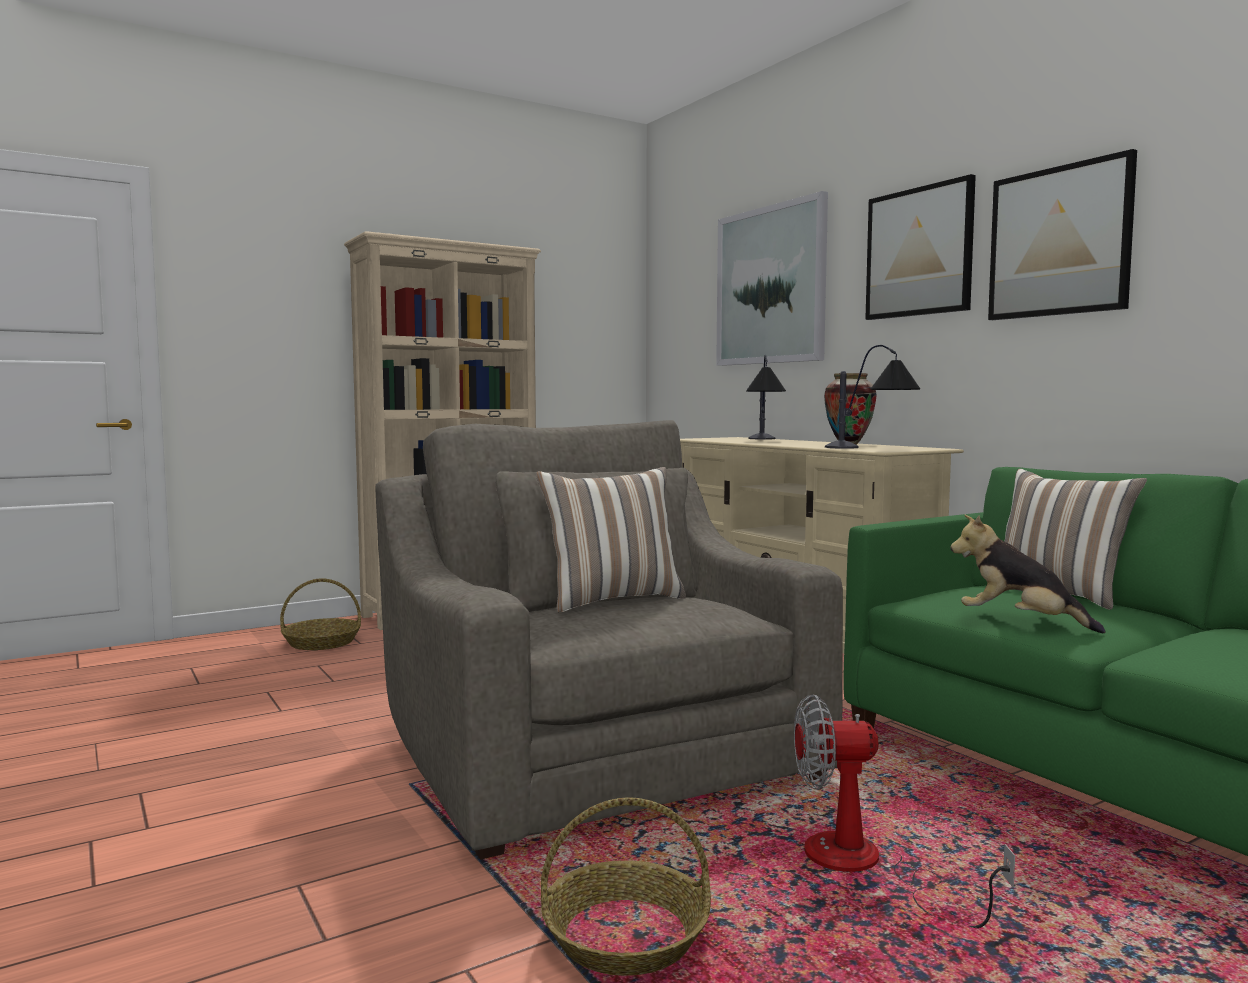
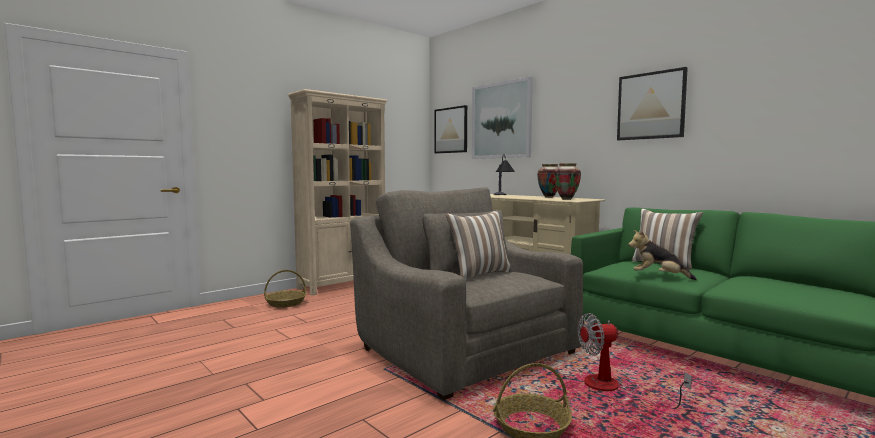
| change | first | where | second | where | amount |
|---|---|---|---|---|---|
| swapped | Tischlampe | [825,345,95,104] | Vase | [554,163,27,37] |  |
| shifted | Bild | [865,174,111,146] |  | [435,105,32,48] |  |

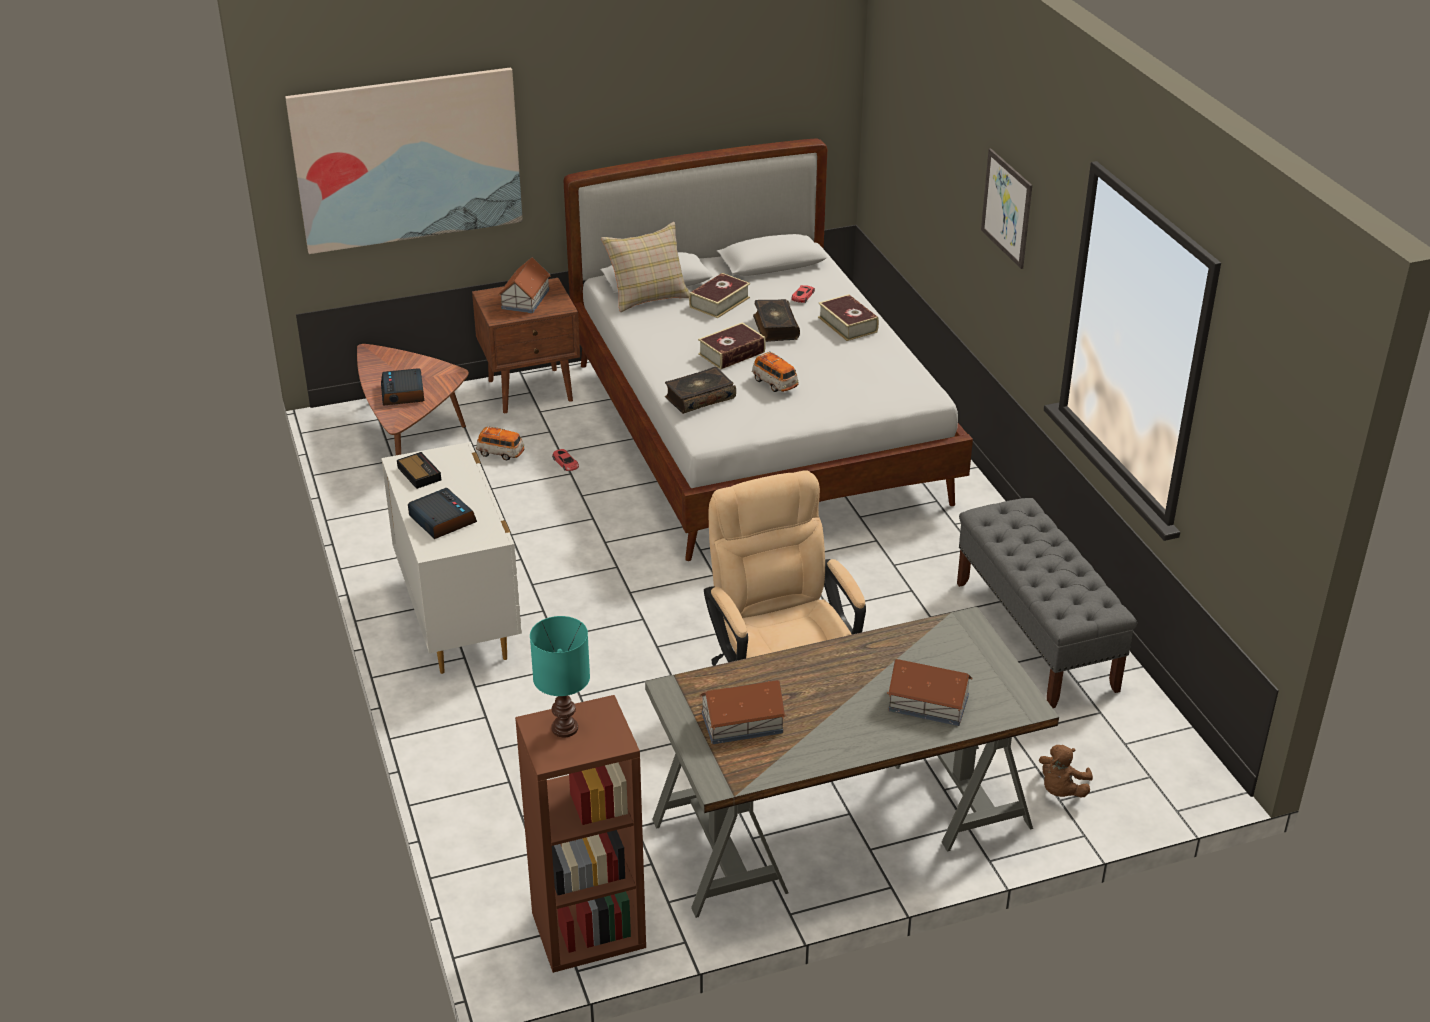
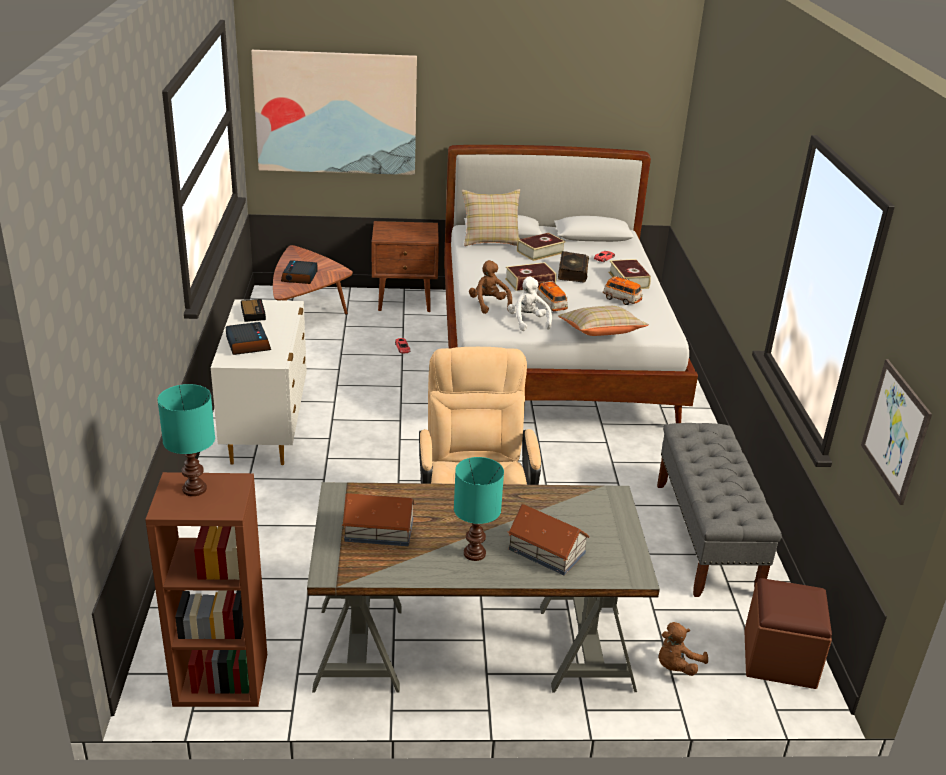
| change | first | where | second | where | amount |
|---|---|---|---|---|---|
| shifted | Spielzeugauto | [476,426,48,34] |  | [603,275,40,30] |  |
| gone | Spielzeughaus | [498,257,52,56] |  |  |  |
| swapped | Buch | [665,367,71,47] | Plüschtier [braun] | [469,260,43,54] |  |
| shifted | Bild | [981,149,51,120] |  | [861,359,71,146] |  |
| new |  |  | Tischlampe [türkis] | [454,457,50,104] |  |
| new |  |  | Plüschtier [weiß] | [508,277,44,54] |  |
| new |  |  | Kissen [beige] | [558,306,91,30] |  |
| new |  |  | Polsterhocker [braun] | [744,578,88,111] |  |

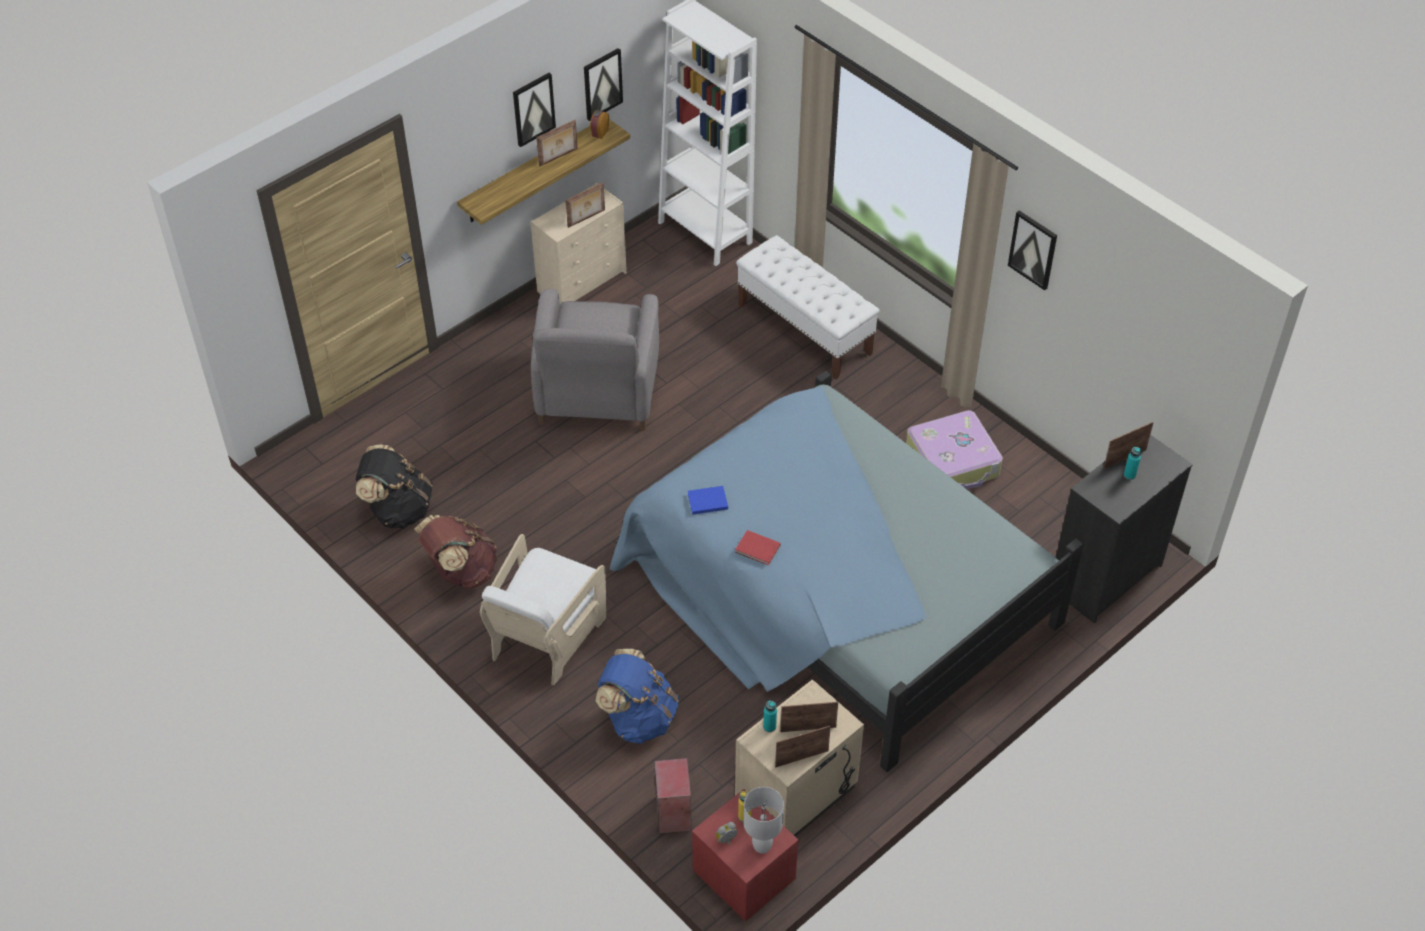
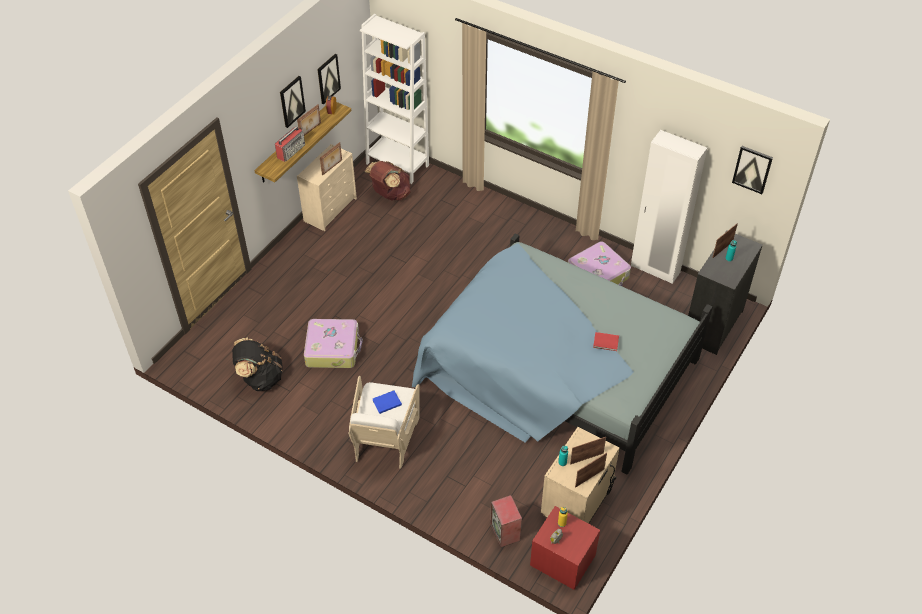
| change | first | where | second | where | amount |
|---|---|---|---|---|---|
| shifted | Rucksack [braun] | [414,515,83,74] |  | [364,161,46,40] |  |
| gone | Sessel [grau] | [531,289,128,142] |  |  |  |
| gone | Rucksack [blau] | [596,649,83,95] |  |  |  |
| shifted | Buch [blau] | [688,486,40,29] |  | [372,391,30,23] |  |
| shifted | Buch [rot] | [735,530,46,36] |  | [593,332,26,19] |  |
| gone | Bank [weiß] | [736,236,144,144] |  |  |  |
| gone | Tischlampe [weiß] | [744,787,40,67] |  |  |  |
| shifted | Bild | [1008,210,49,81] |  | [732,146,41,48] |  |
| new |  |  | Radio | [275,126,30,36] |  |
| new |  |  | Koffer | [304,319,59,49] |  |
| new |  |  | Kleiderschrank [weiß] | [631,130,76,154] |  |

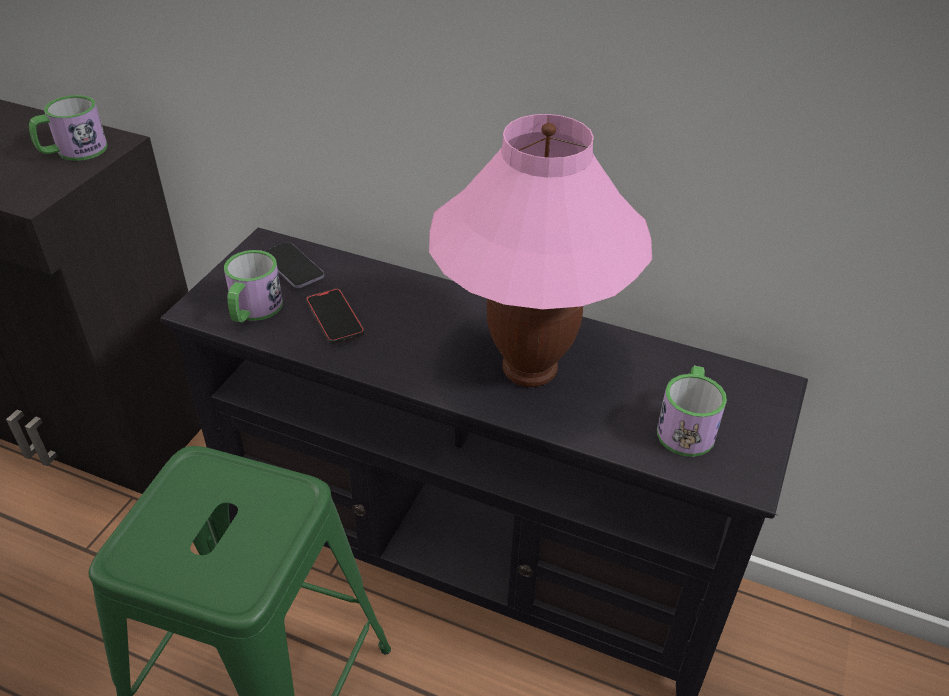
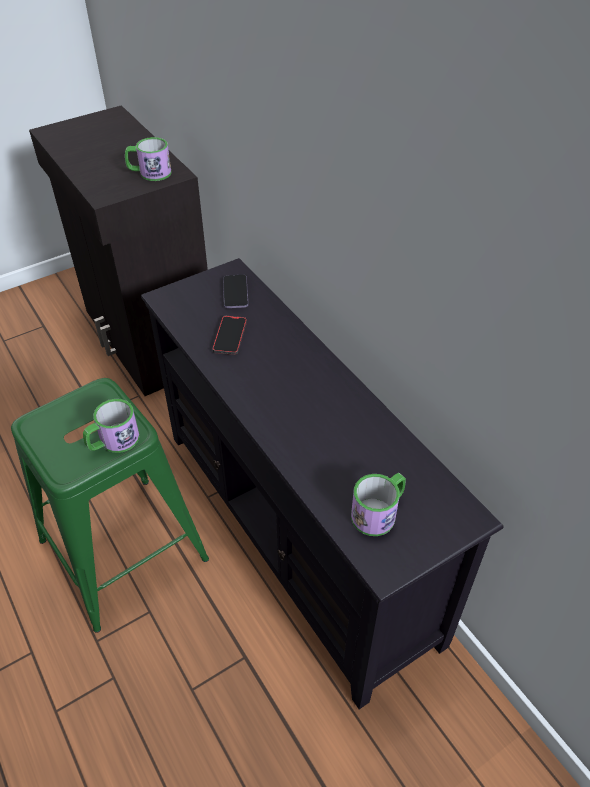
| change | first | where | second | where | amount |
|---|---|---|---|---|---|
| shifted | Henkelbecher | [224,250,59,73] |  | [83,399,56,54] |  |
| gone | Tischlampe [rosa] | [429,114,223,273] |  |  |  |

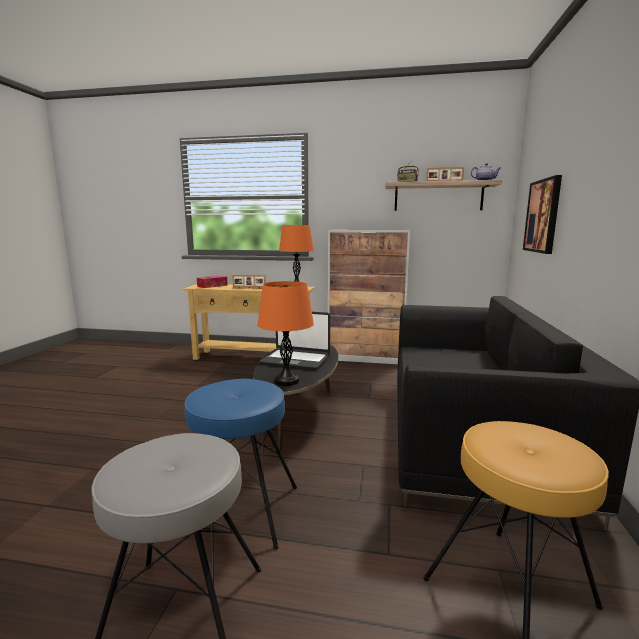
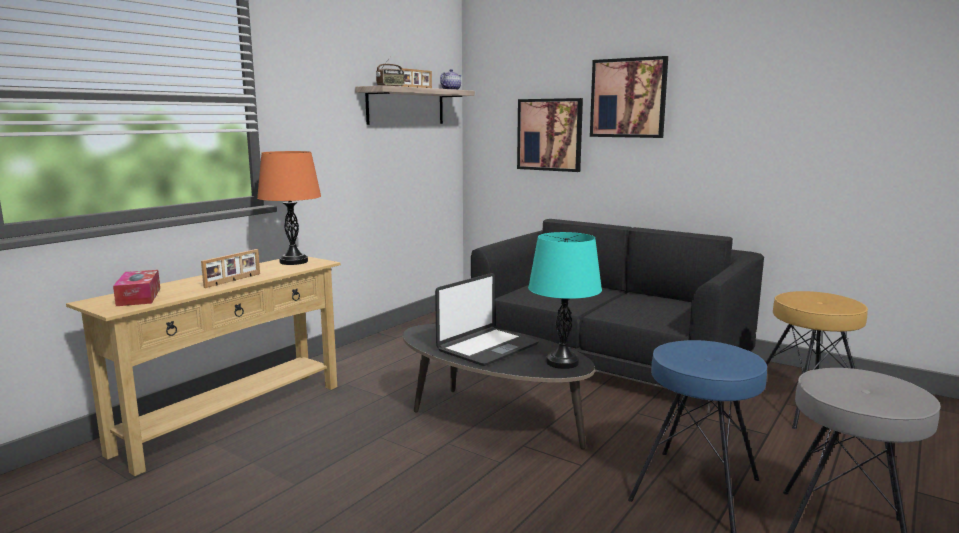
| change | first | where | second | where | amount |
|---|---|---|---|---|---|
| repainted | Tischlampe [orange] | [257,281,57,105] | Tischlampe [türkis] | [528,232,74,137] |  |
| gone | Schrank | [328,230,82,134] |  |  |  |
| new |  |  | Bild | [590,56,78,82] |  |

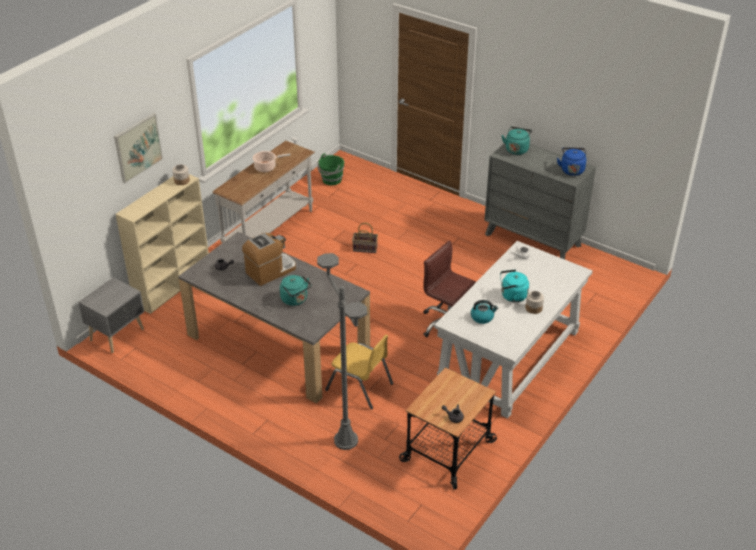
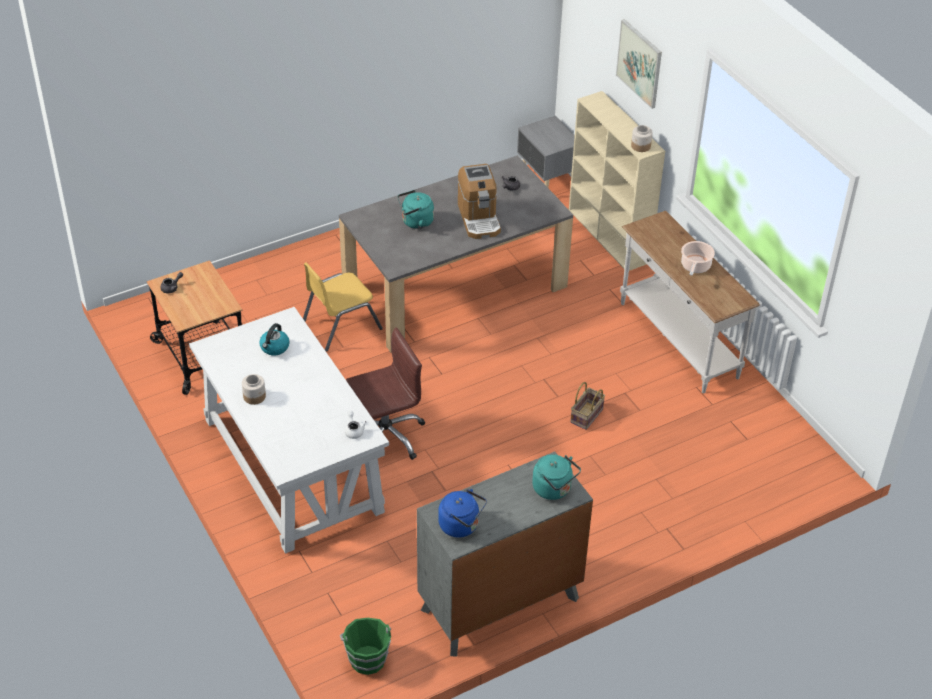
| change | first | where | second | where | amount |
|---|---|---|---|---|---|
| gone | Stehlampe [grau] | [317,253,50,197] |  |  |  |
| shifted | Eimer [grün] | [318,153,26,32] |  | [340,618,51,57] |  |
| gone | Wasserkessel [türkis] | [500,269,29,33] |  |  |  |

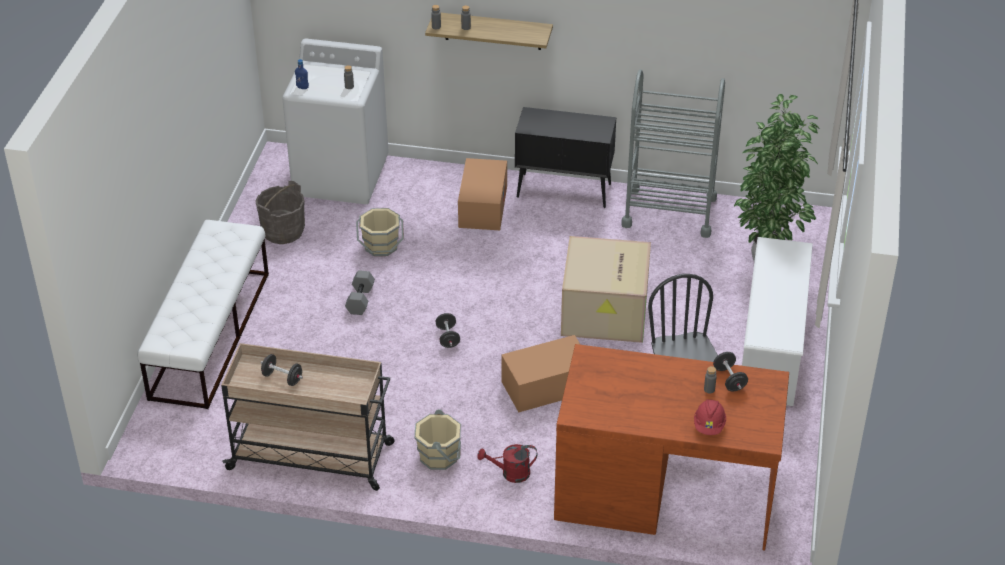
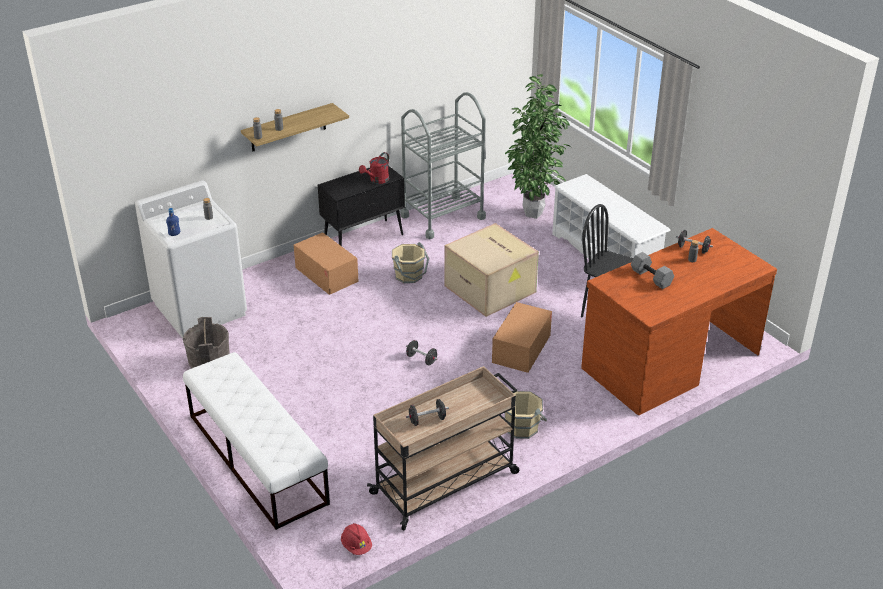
| change | first | where | second | where | amount |
|---|---|---|---|---|---|
| shifted | Hantel [grau] | [345,270,30,45] |  | [631,252,43,37] |  |
| shifted | Eimer [beige] | [356,208,48,48] |  | [392,242,37,41] |  |
| shifted | Gießkanne [rot] | [477,444,61,39] |  | [359,152,30,32] |  |
| shifted | Schutzhelm [rot] | [694,399,32,36] |  | [341,523,31,32] |  |

